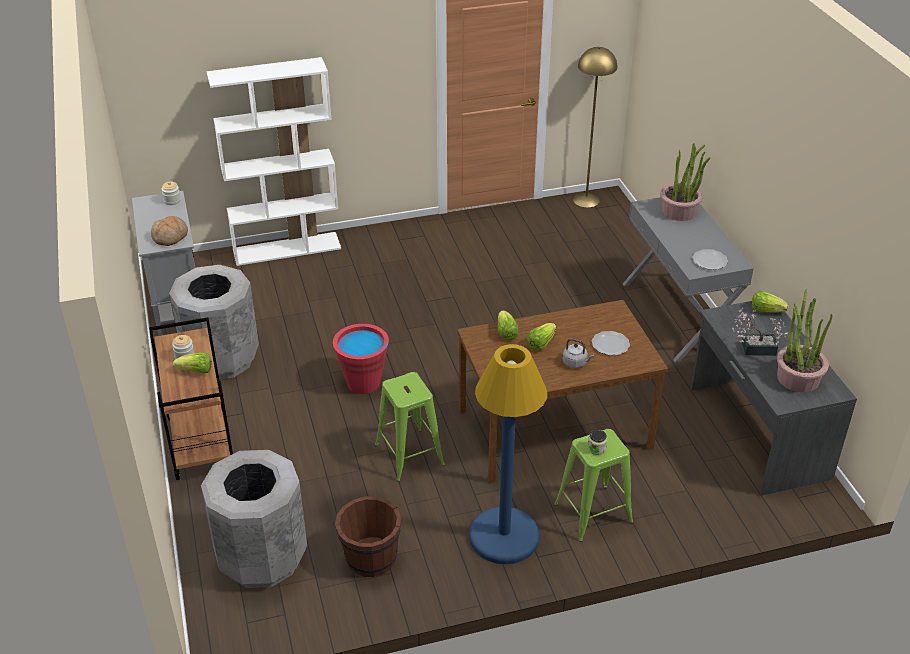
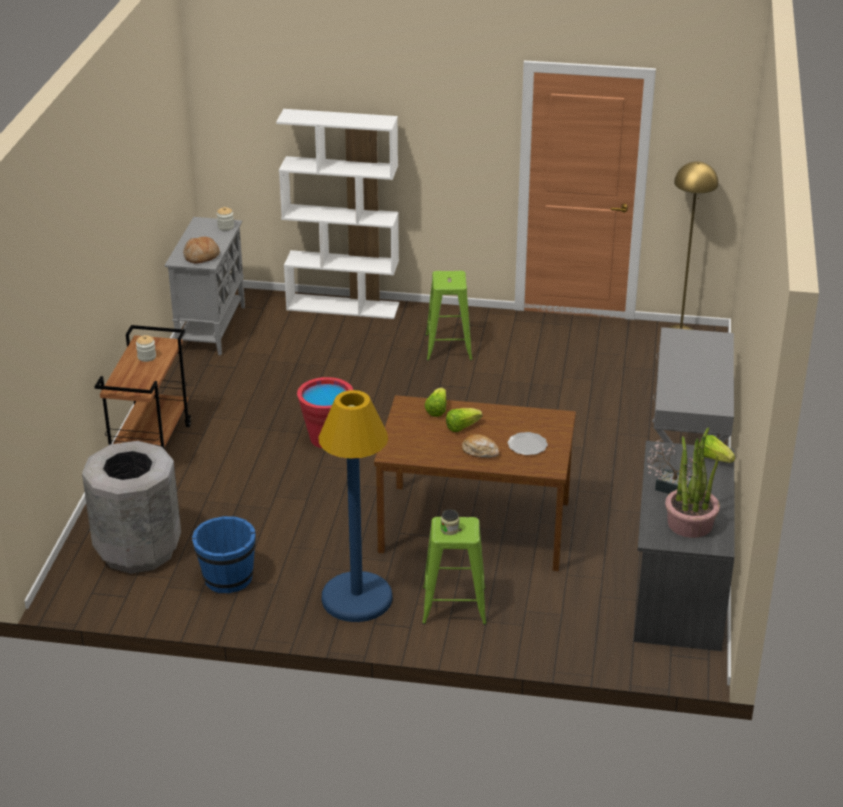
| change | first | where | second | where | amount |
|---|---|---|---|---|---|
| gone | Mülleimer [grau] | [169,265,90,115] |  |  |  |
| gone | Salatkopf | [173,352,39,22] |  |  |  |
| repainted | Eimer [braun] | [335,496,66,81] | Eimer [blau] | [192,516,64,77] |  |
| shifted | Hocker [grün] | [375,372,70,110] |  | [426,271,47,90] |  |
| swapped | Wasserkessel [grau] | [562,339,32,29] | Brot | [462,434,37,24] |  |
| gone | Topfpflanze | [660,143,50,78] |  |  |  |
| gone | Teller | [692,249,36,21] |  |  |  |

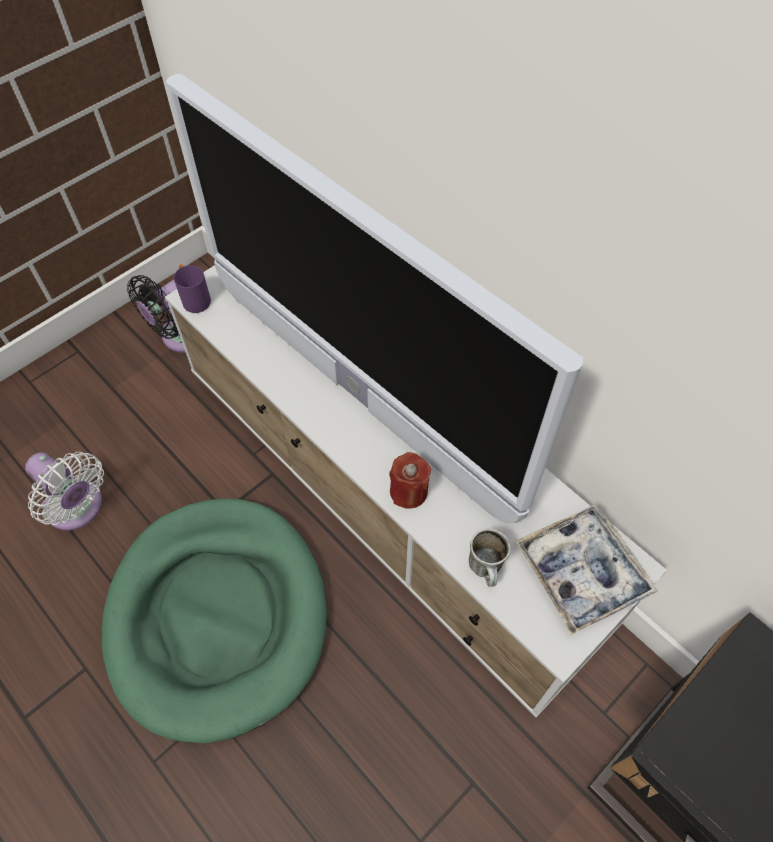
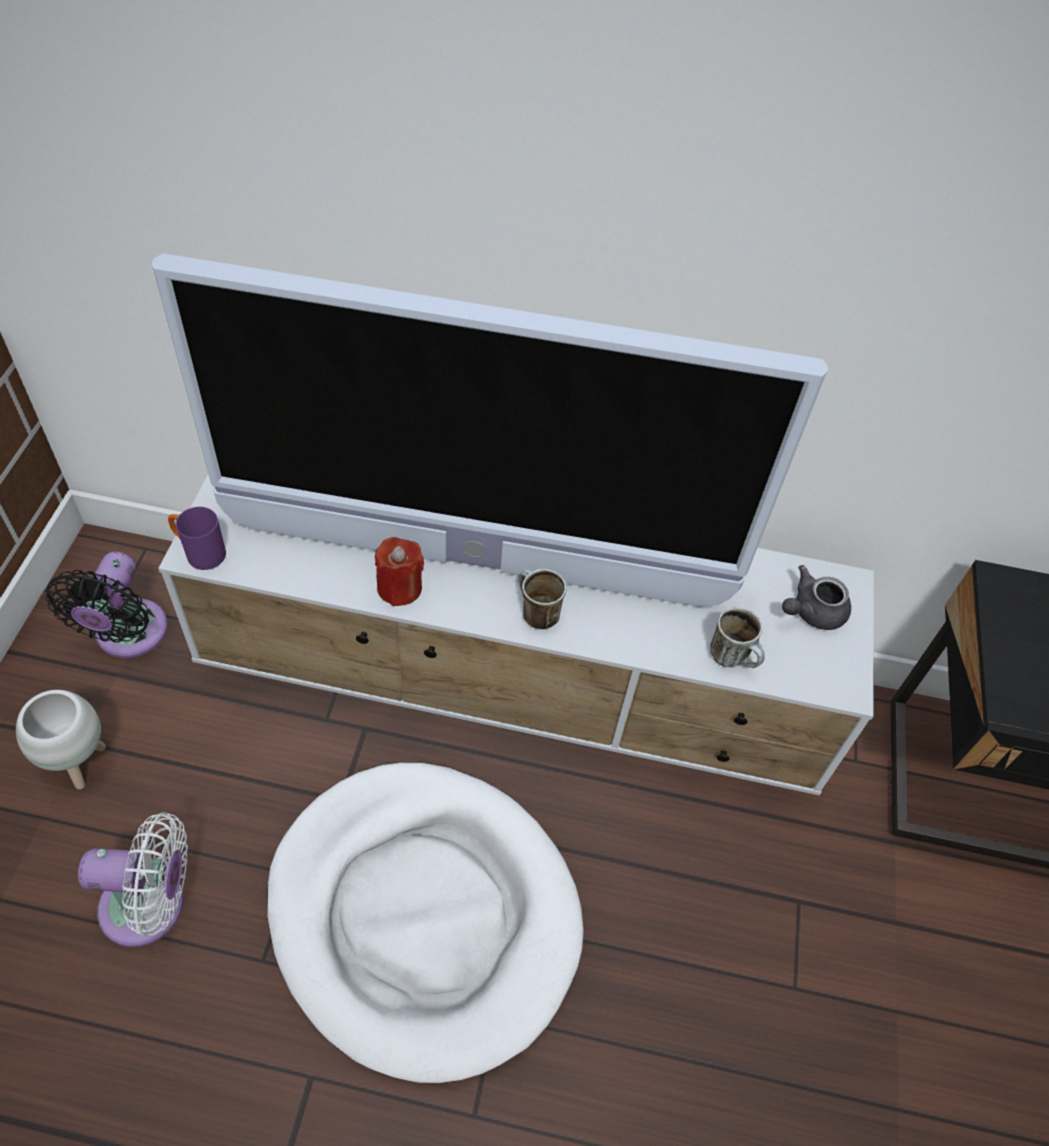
| change | first | where | second | where | amount |
|---|---|---|---|---|---|
| repainted | Hundebett [grün] | [102,498,225,246] | Hundebett [weiß] | [267,763,317,320] |  |
| shifted | Kerze [rot] | [389,452,42,57] |  | [375,537,49,69] |  |
| swapped | Tablett | [516,505,142,130] | Teekanne [grau] | [782,565,69,65] |  |
| new |  |  | Pflanzkübel [weiß] | [16,690,90,100] |  |
| new |  |  | Henkelbecher | [518,569,49,60] |  |

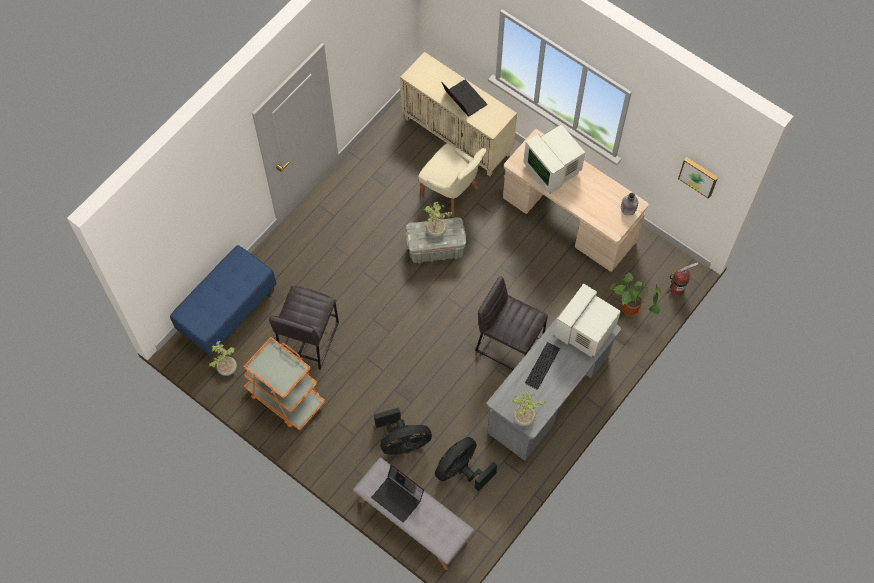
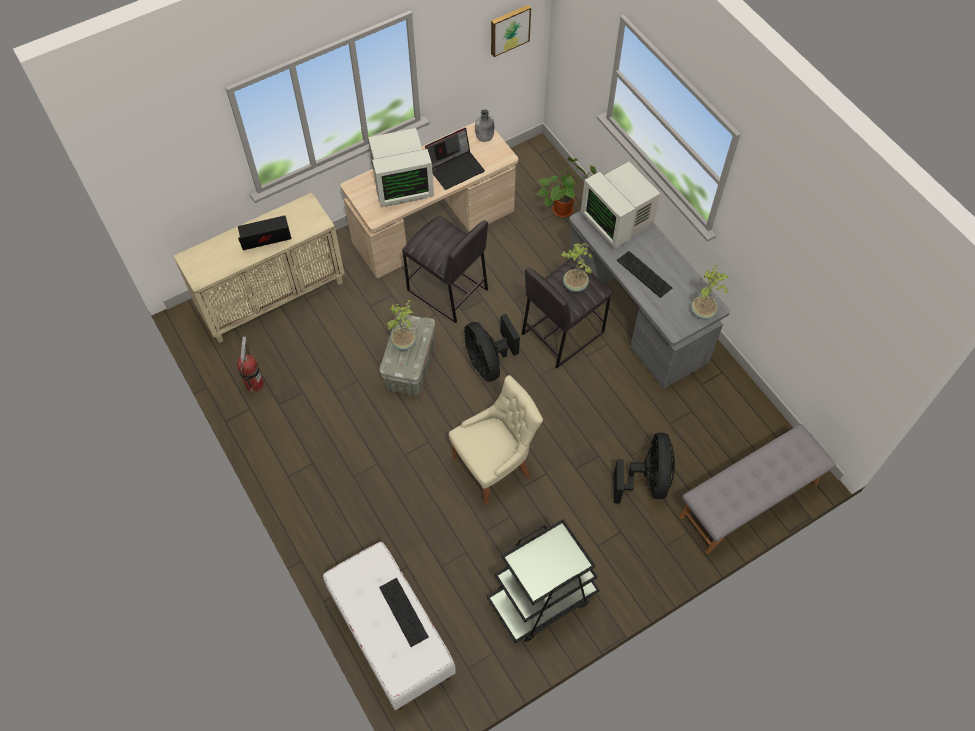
| change | first | where | second | where | amount |
|---|---|---|---|---|---|
| repainted | Bank [blau] | [170,245,107,112] | Bank [weiß] | [323,541,133,169] |  |
| shifted | Topfpflanze | [209,341,28,35] |  | [561,243,31,49] |  |
| repainted | Rollwagen [orange] | [244,337,81,94] | Rollwagen [schwarz] | [487,519,113,124] |  |
| shifted | Hocker [grau] | [269,285,70,85] |  | [402,215,86,108] |  |
| shifted | Laptop | [371,465,53,58] |  | [425,128,60,62] |  |
| shifted | Stuhl [beige] | [418,143,69,74] |  | [449,375,94,130] |  |
| shifted | Ventilator [schwarz] | [435,437,62,54] |  | [464,314,56,68] |  |
| shifted | Feuerlöscher | [668,262,31,34] |  | [237,337,27,57] |  |
| new |  |  | Tastatur | [379,578,50,69] |  |

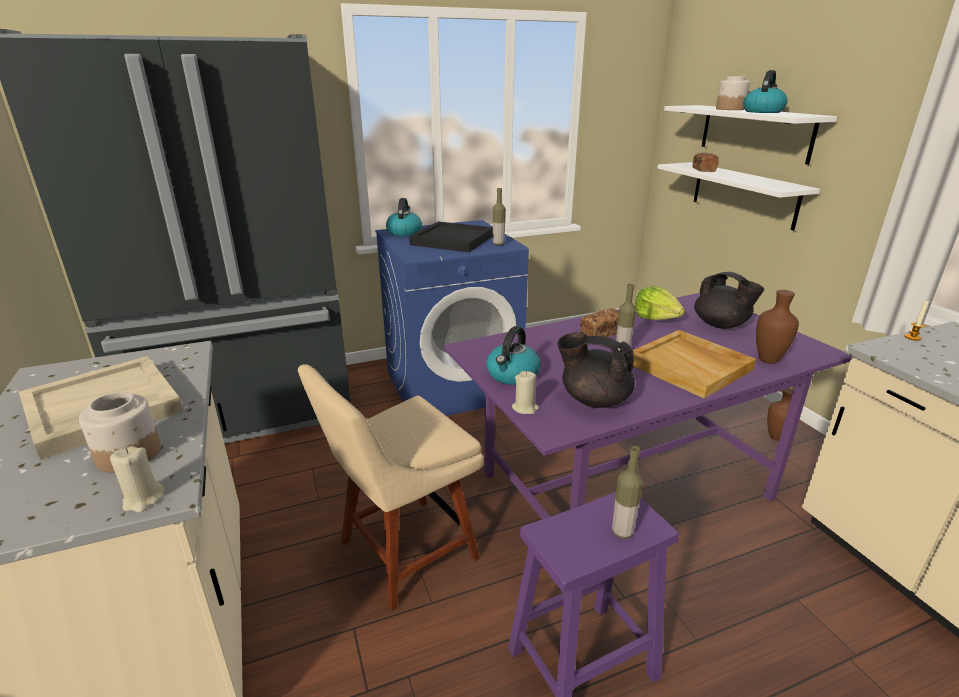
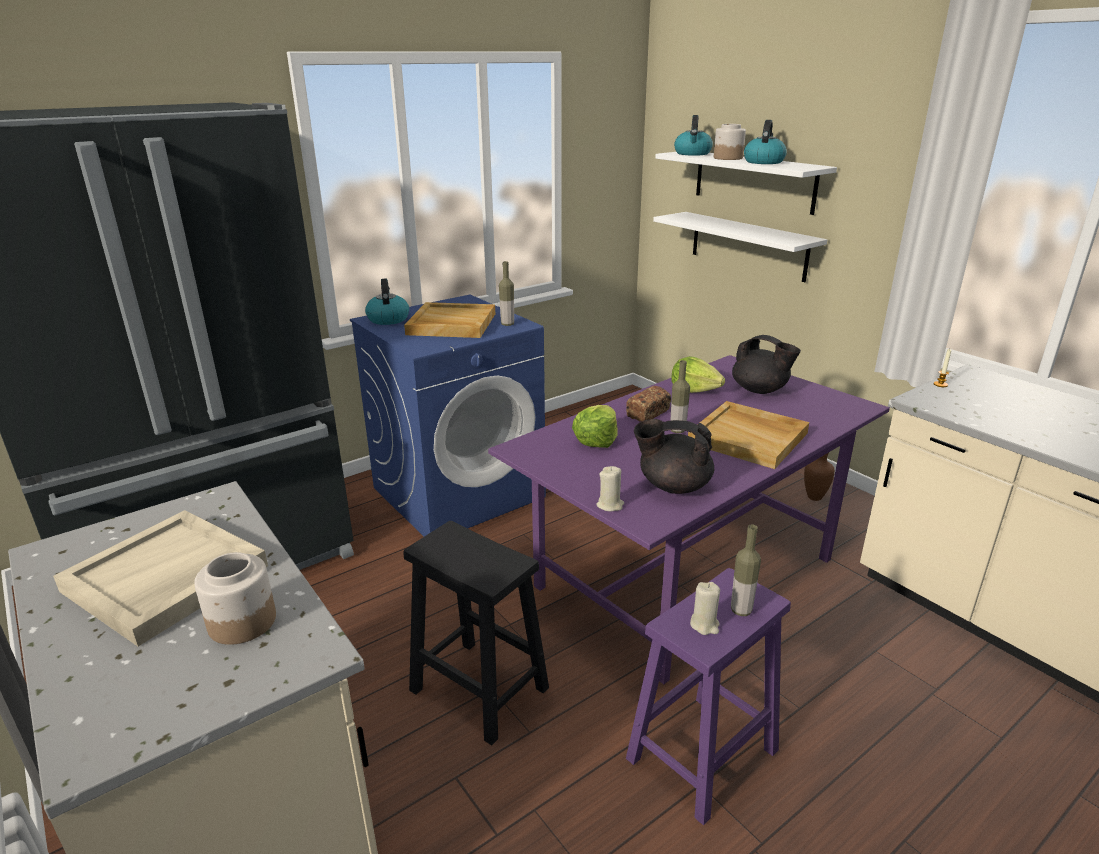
| change | first | where | second | where | amount |
|---|---|---|---|---|---|
| shifted | Kerze [beige] | [110,446,54,67] |  | [690,582,30,53] |  |
| swapped | Stuhl [beige] | [298,364,186,247] | Hocker [schwarz] | [403,521,146,225] |  |
| repainted | Tablett [schwarz] | [409,221,84,31] | Tablett [beige] | [404,302,91,36] |  |
| shifted | Wasserkessel | [487,326,53,59] |  | [674,115,39,41] |  |
| gone | Brot | [693,152,26,20] |  |  |  |
| gone | Vase [braun] | [756,290,43,74] |  |  |  |
| new |  |  | Salatkopf | [572,405,46,43] |  |

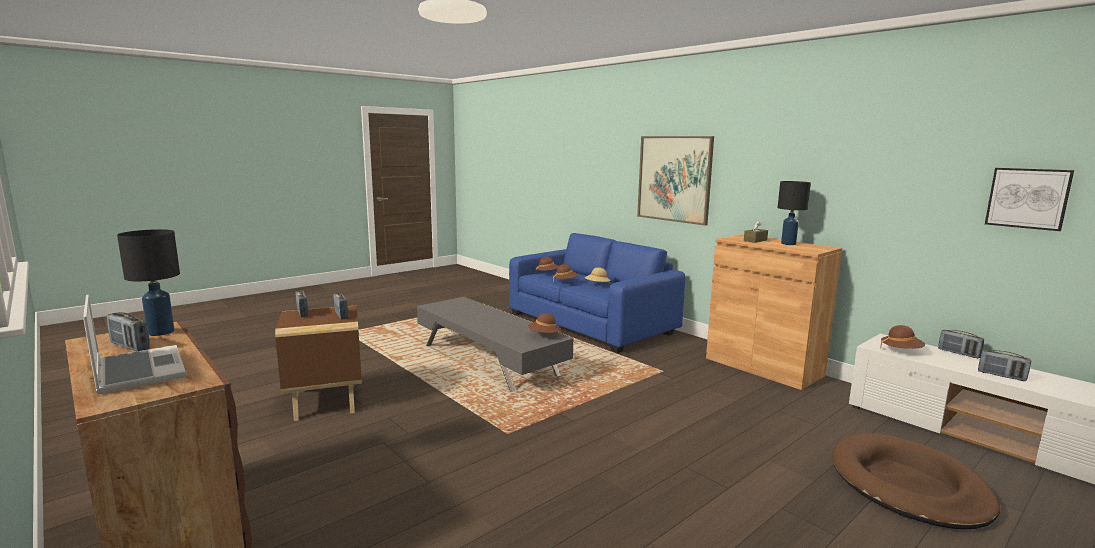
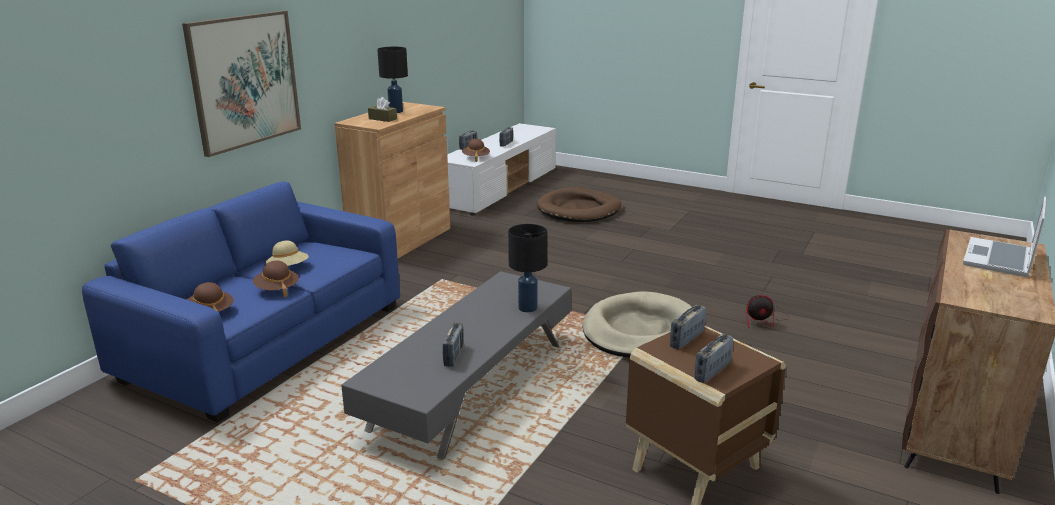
| change | first | where | second | where | amount |
|---|---|---|---|---|---|
| shifted | Radio | [106,312,44,39] |  | [443,323,21,44] |  |
| shifted | Tischlampe [schwarz] | [117,229,63,107] |  | [508,224,39,88] |  |
| gone | Hut [braun] | [528,313,33,21] |  |  |  |
| gone | Bild | [985,168,89,63] |  |  |  |
| new |  |  | Hundebett [beige] | [582,291,110,66] |  |
| new |  |  | Ventilator | [746,295,43,32] |  |

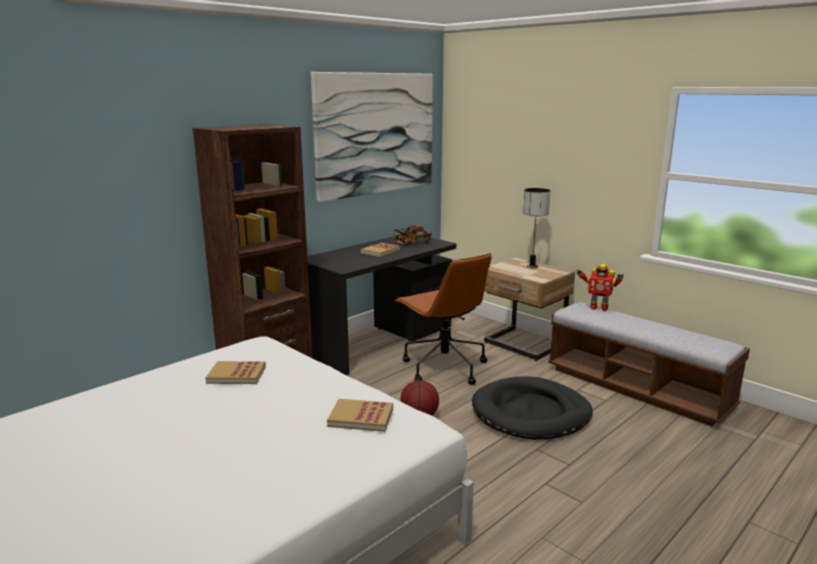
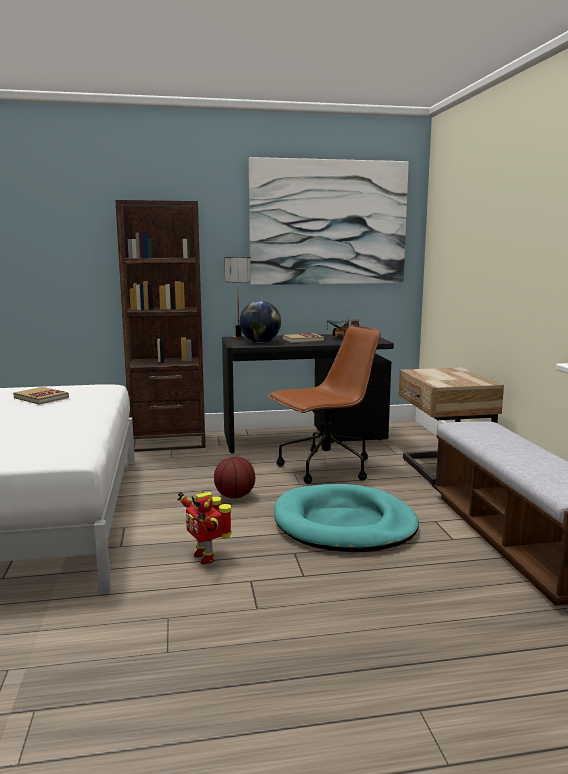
| change | first | where | second | where | amount |
|---|---|---|---|---|---|
| gone | Buch | [327,399,66,33] |  |  |  |
| rotated | Bürostuhl [braun] | [395,253,97,132] |  | [268,325,113,159] | 120 degrees counterclockwise |
| repainted | Hundebett [schwarz] | [472,376,121,64] | Hundebett [türkis] | [274,484,145,68] |  |
| shifted | Tischlampe | [523,188,27,80] |  | [224,257,27,82] |  |
| shifted | Spielzeugroboter | [576,264,48,47] |  | [178,492,54,72] |  |
| new |  |  | Globus | [240,301,41,42] |  |

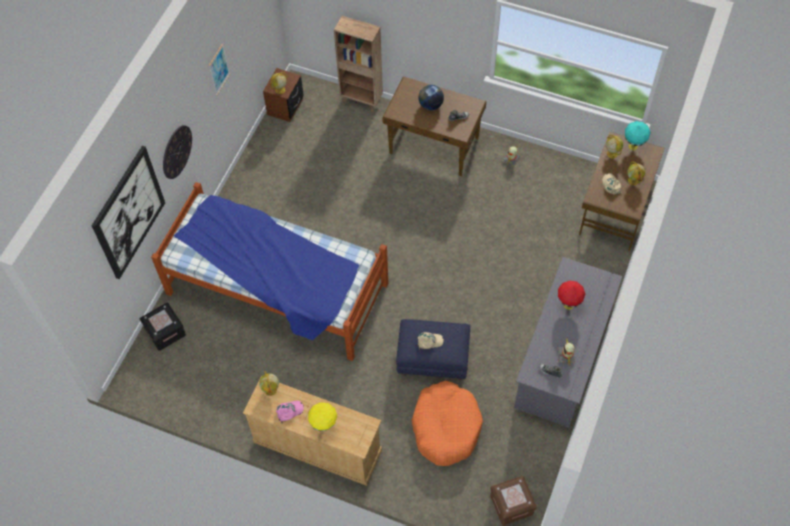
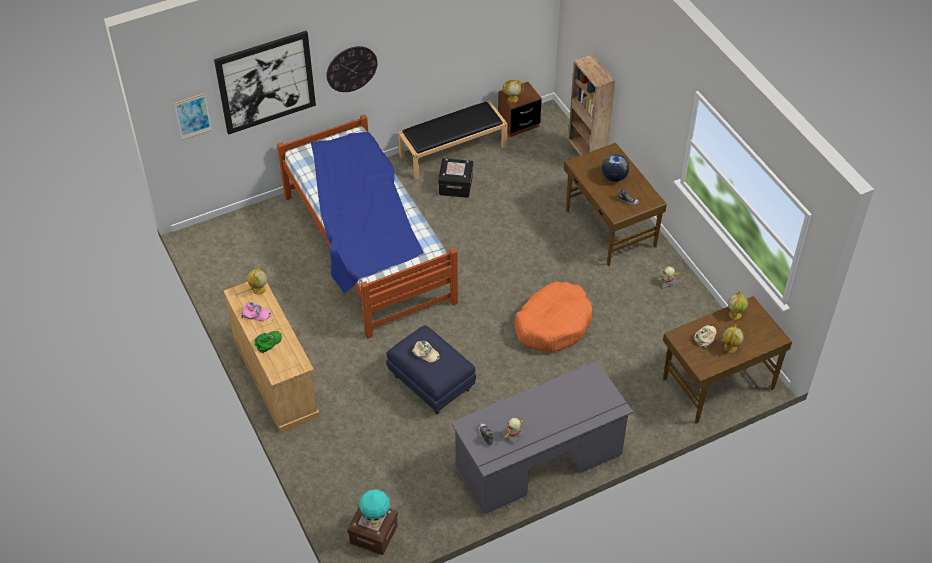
| change | first | where | second | where | amount |
|---|---|---|---|---|---|
| shifted | Aufbewahrungsbox [schwarz] | [140,302,46,49] |  | [438,158,35,40] |  |
| shifted | Bild | [209,43,21,53] |  | [174,93,38,47] |  |
| swapped | Tischlampe [gelb] | [308,402,29,29] | Kappe [grün] | [255,331,27,23] |  |
| shifted | Hundebett [orange] | [412,381,71,85] |  | [515,282,78,70] |  |
| gone | Tischlampe [rot] | [558,281,27,29] |  |  |  |
| shifted | Tischlampe [türkis] | [625,121,26,29] |  | [359,489,31,35] |  |
| new |  |  | Bank [schwarz] | [398,100,110,80] |  |

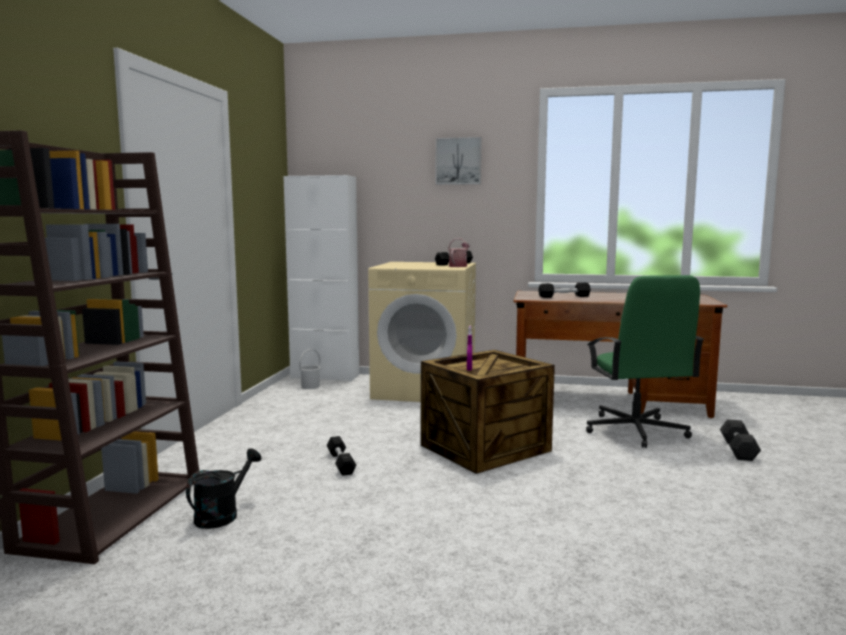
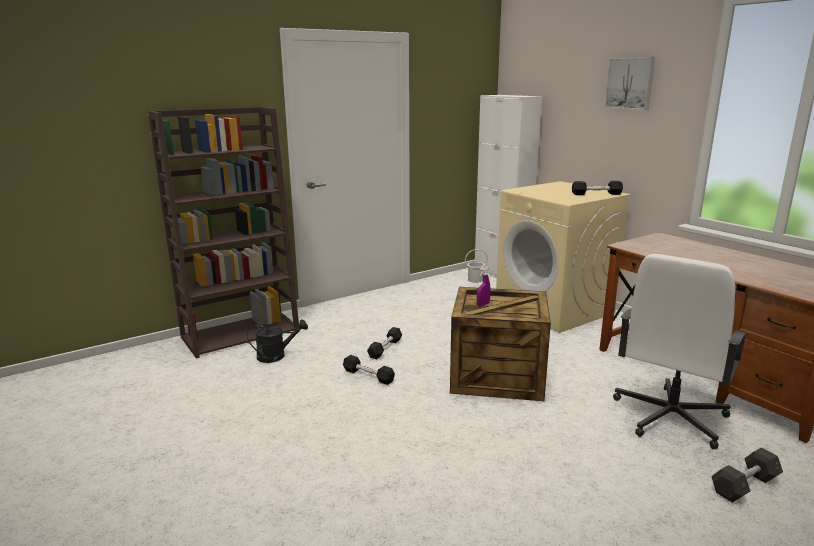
| change | first | where | second | where | amount |
|---|---|---|---|---|---|
| gone | Gießkanne | [448,239,22,28] |  |  |  |
| shifted | Hantel [schwarz] | [538,283,53,15] |  | [343,355,52,30] |  |
| repainted | Bürostuhl [grün] | [586,275,118,173] | Bürostuhl [weiß] | [613,254,135,195] |  |

